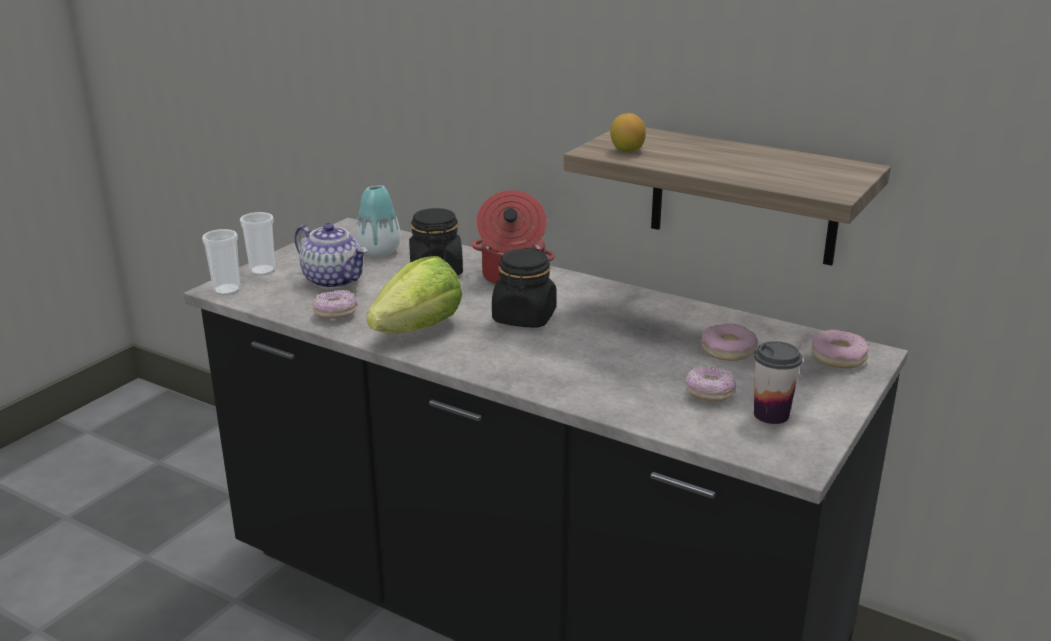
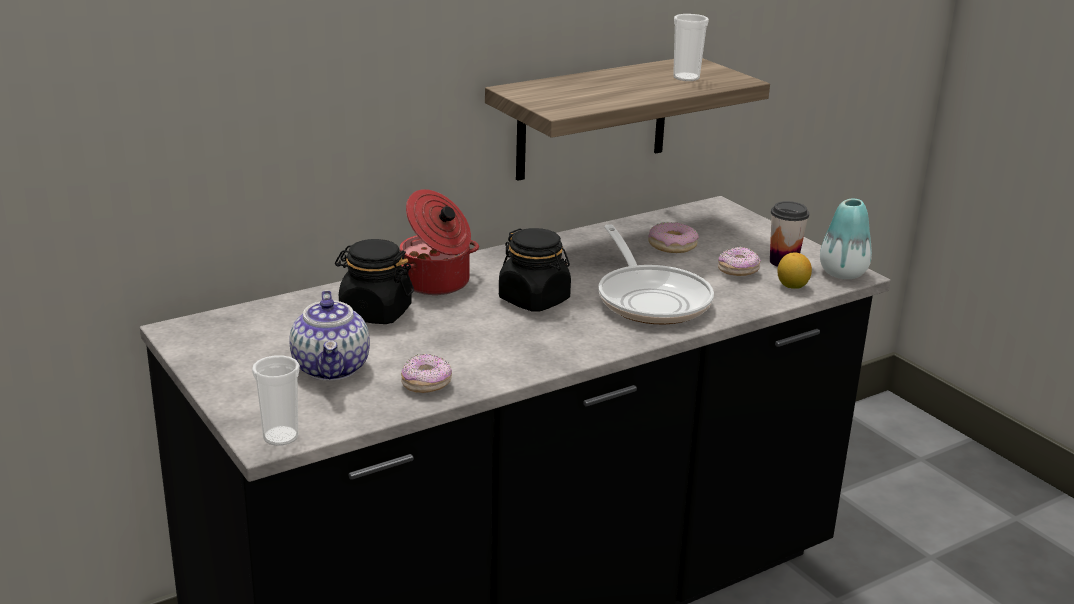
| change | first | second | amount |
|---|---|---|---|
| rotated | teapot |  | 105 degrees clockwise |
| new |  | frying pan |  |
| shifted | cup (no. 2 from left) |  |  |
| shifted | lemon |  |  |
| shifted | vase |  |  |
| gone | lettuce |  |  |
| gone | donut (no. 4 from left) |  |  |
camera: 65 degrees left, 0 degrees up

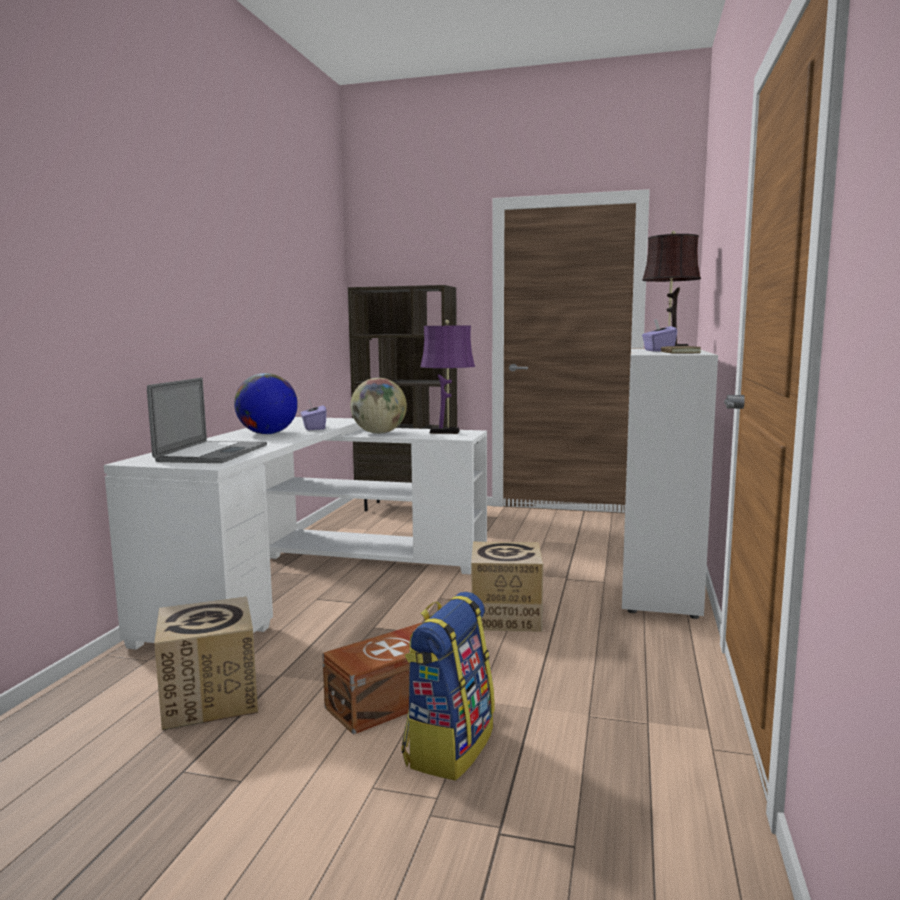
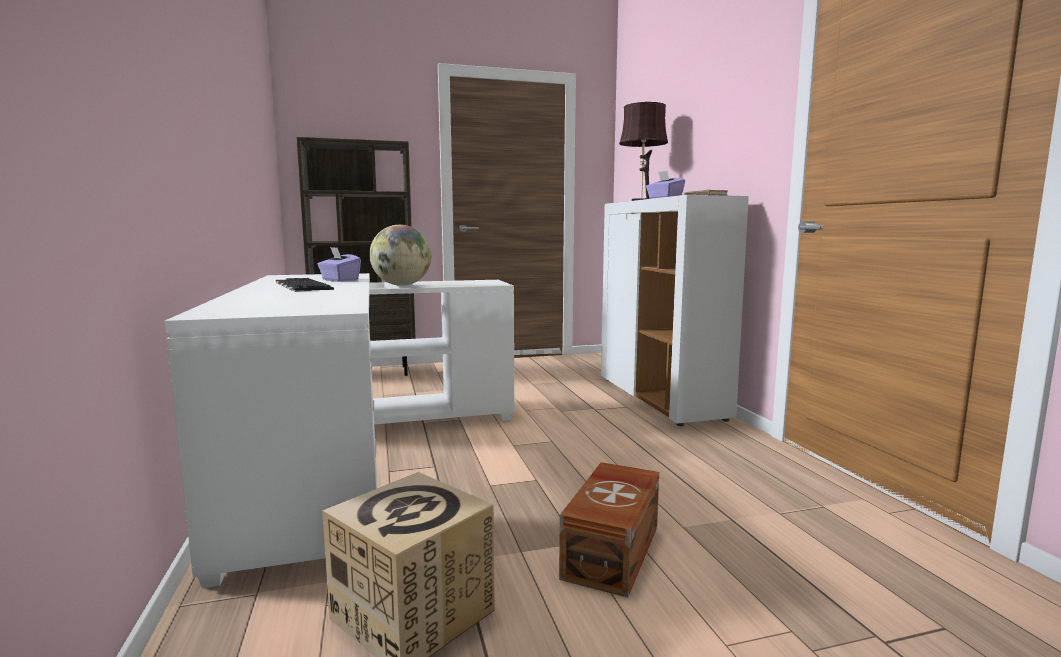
| change | first | second | amount |
|---|---|---|---|
| swapped | globe (no. 1 from left) | keyboard |  |
| gone | laptop |  |  |
| gone | backpack |  |  |
| gone | purple table lamp |  |  |
| gone | cardboard box (no. 2 from left) |  |  |
camera: 30 degrees left, 0 degrees up

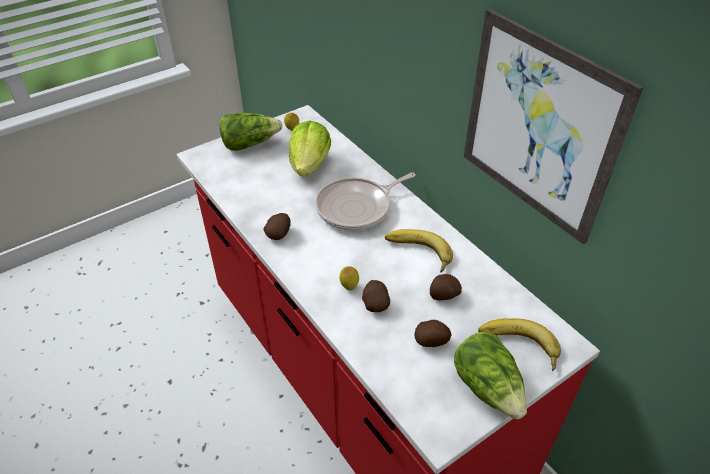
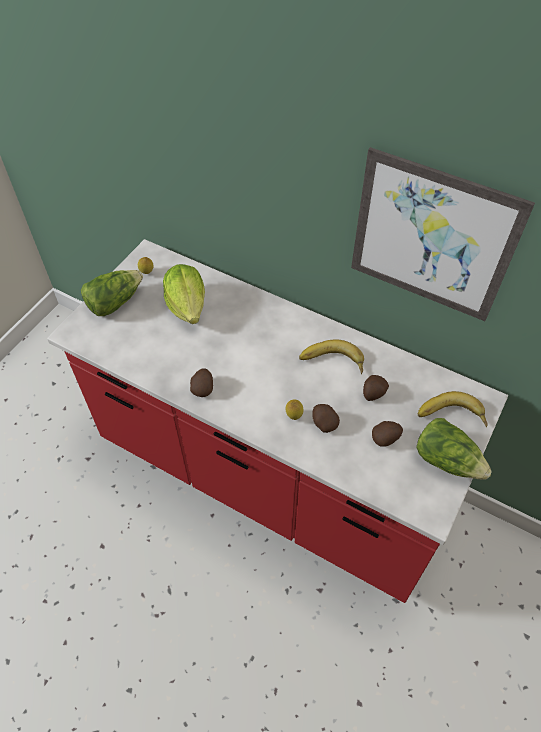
| change | first | second | amount |
|---|---|---|---|
| gone | frying pan |  |  |
camera: 25 degrees left, 10 degrees up

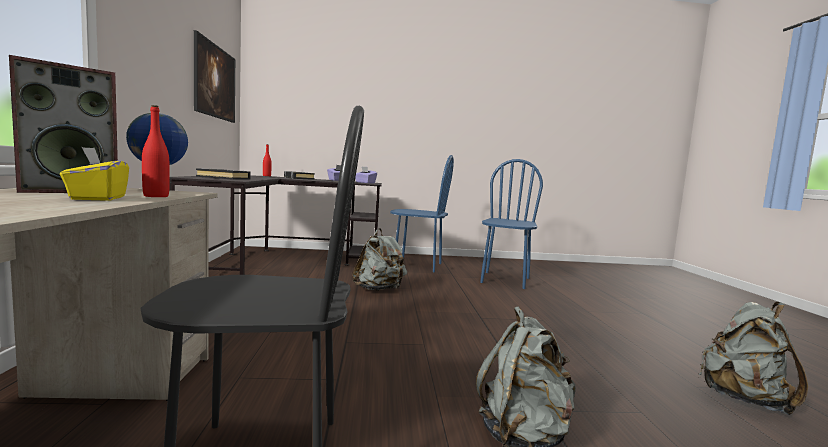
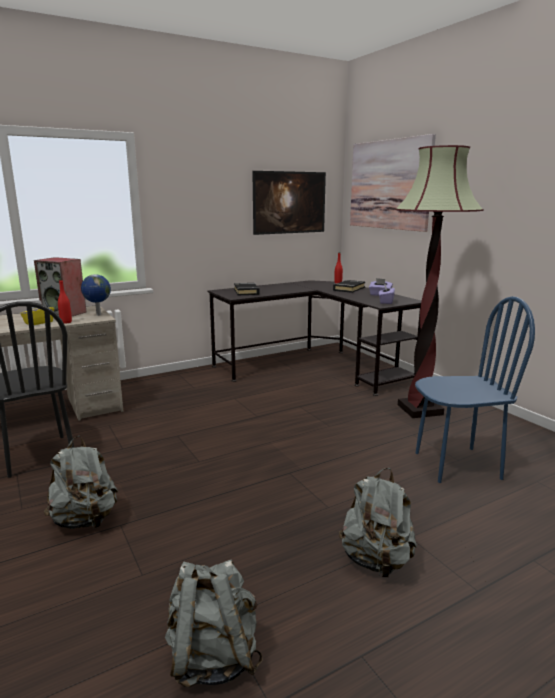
| change | first | second | amount |
|---|---|---|---|
| shifted | grey backpack (no. 1 from left in the first image) | grey backpack (no. 3 from left) |  |
| new |  | picture (no. 2 from left) |  |
| swapped | blue chair (no. 1 from left) | floor lamp |  |
camera: 65 degrees right, 10 degrees up

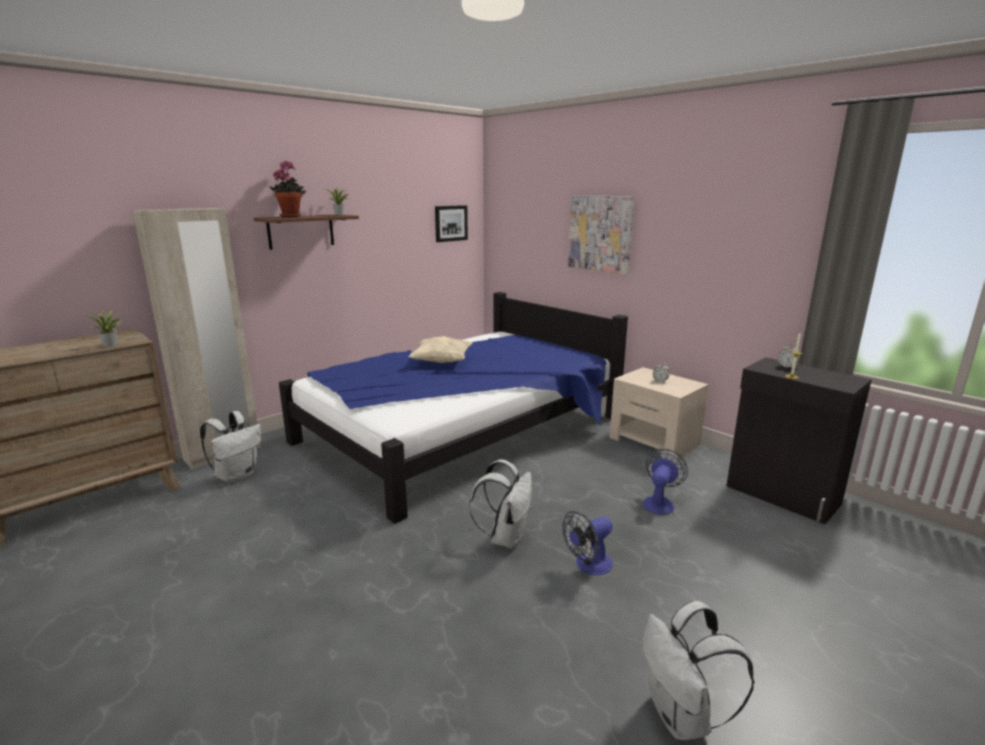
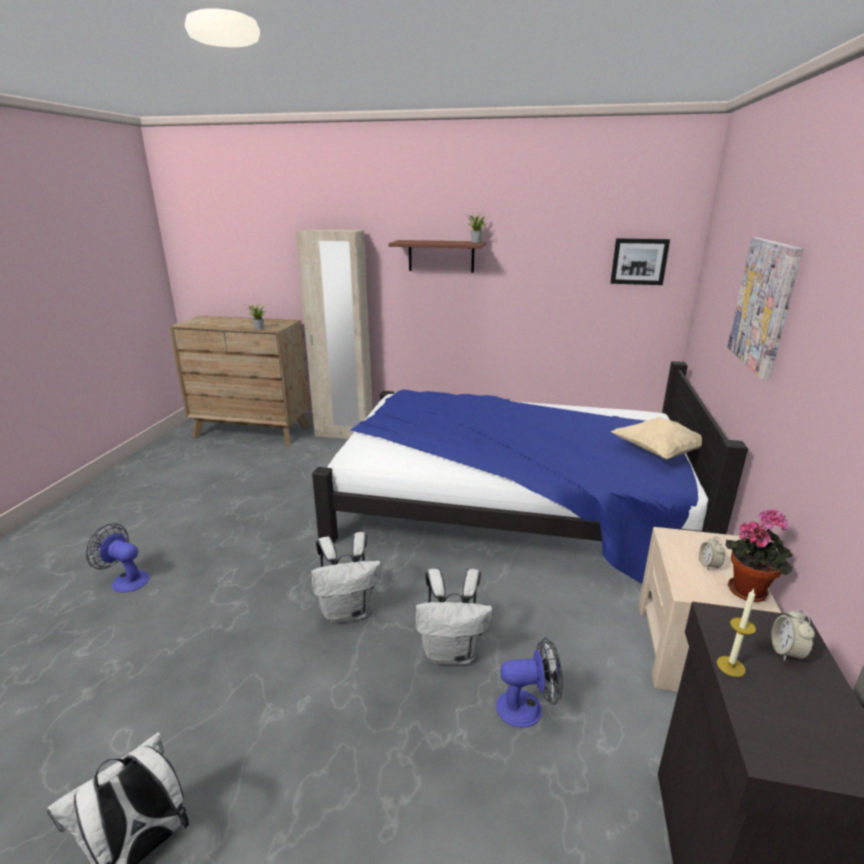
| change | first | second | amount |
|---|---|---|---|
| shifted | fan (no. 1 from left) |  |  |
| shifted | white backpack (no. 1 from left in the first image) | white backpack (no. 3 from left) |  |
| shifted | beige pillow |  |  |
| shifted | potted plant (no. 2 from left in the first image) | potted plant (no. 3 from left) |  |
camera: 55 degrees right, 5 degrees up

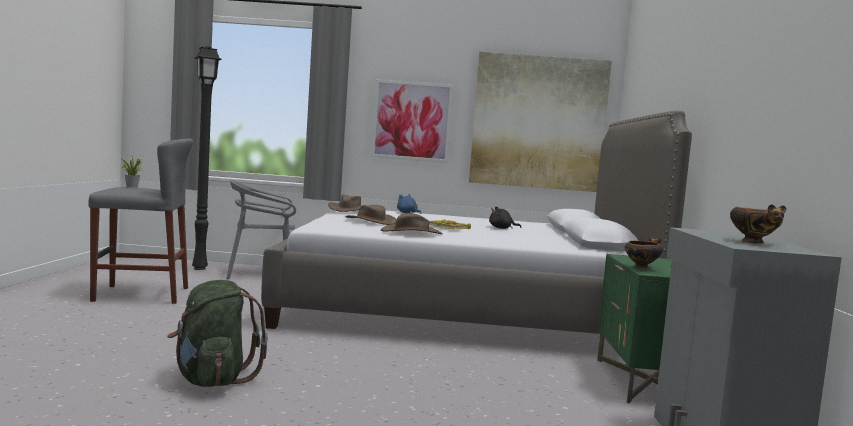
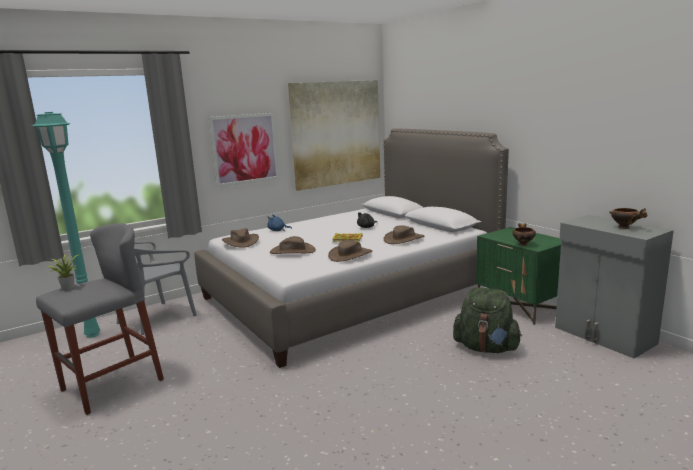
| change | first | second | amount |
|---|---|---|---|
| repainted | black floor lamp | turquoise floor lamp |  |
| new |  | brown hat (no. 4 from left) |  |
| shifted | green backpack |  |  |
camera: 35 degrees left, 10 degrees up

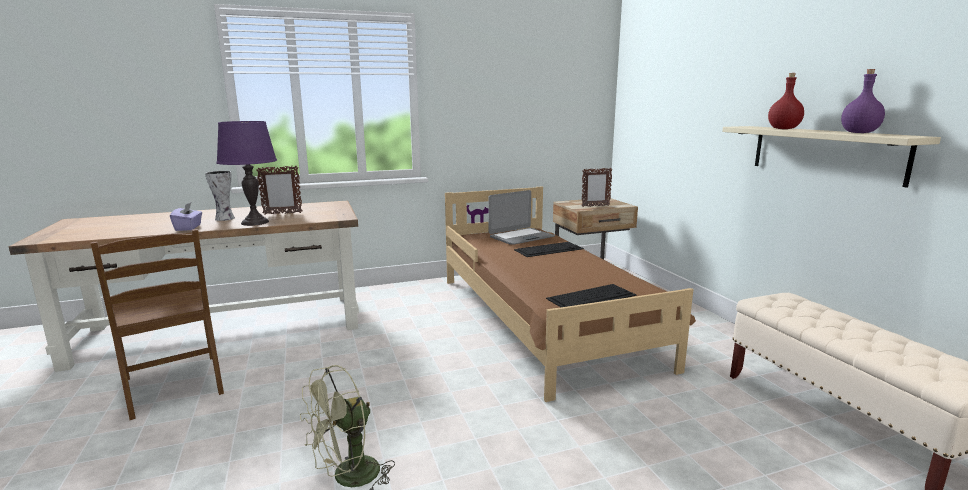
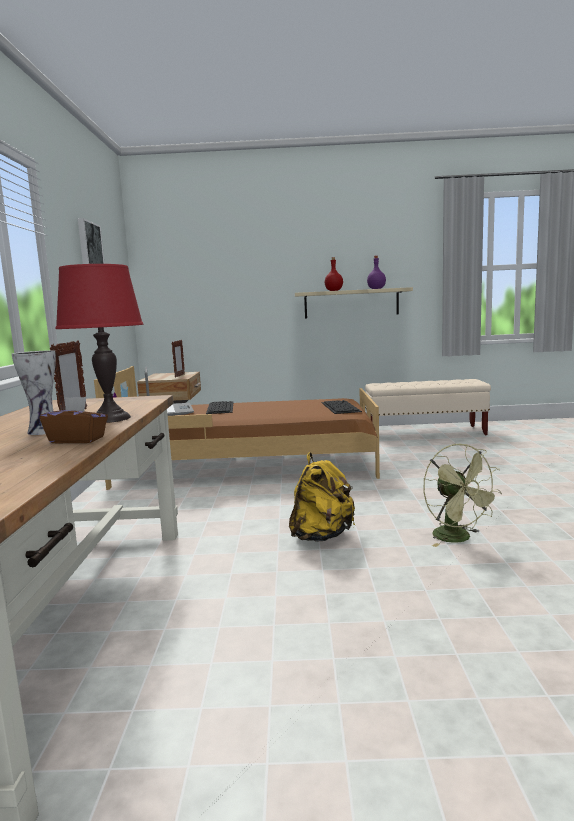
| change | first | second | amount |
|---|---|---|---|
| repainted | purple tissue box | brown tissue box |  |
| repainted | purple table lamp | red table lamp |  |
| new |  | picture |  |
| new |  | yellow backpack |  |
| gone | brown chair |  |  |
camera: 70 degrees left, 5 degrees down

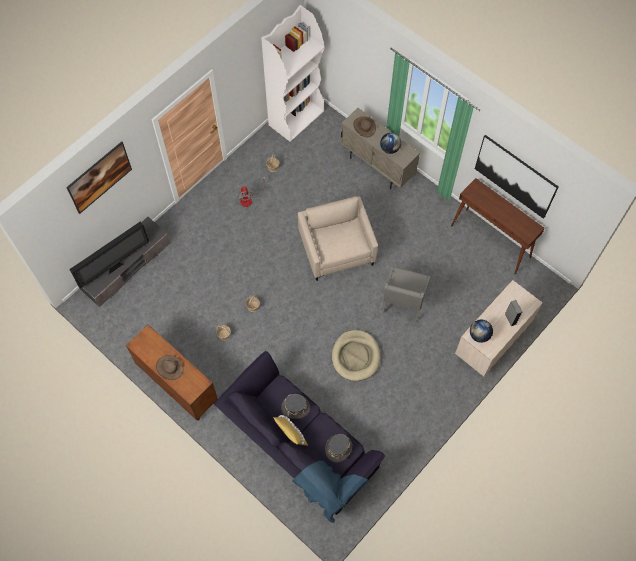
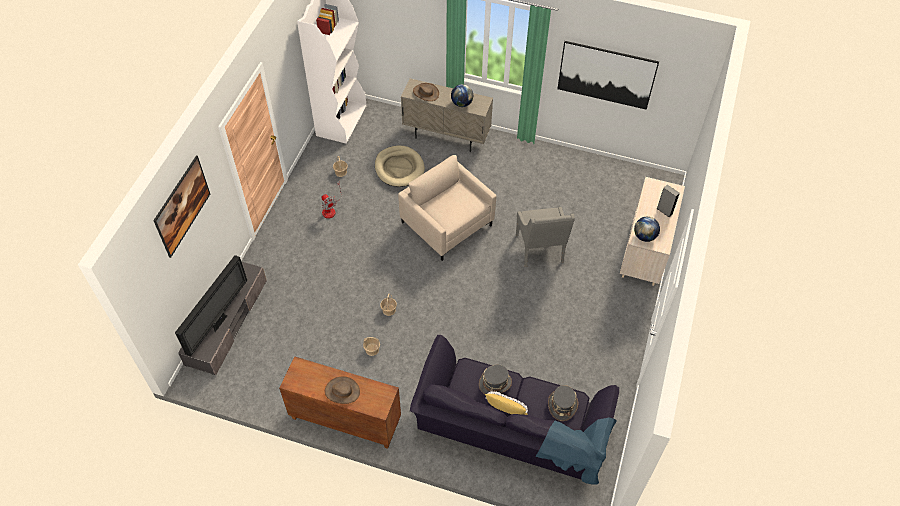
| change | first | second | amount |
|---|---|---|---|
| shifted | beige dog bed |  |  |
| gone | brown console table |  |  |
camera: 25 degrees left, 10 degrees down

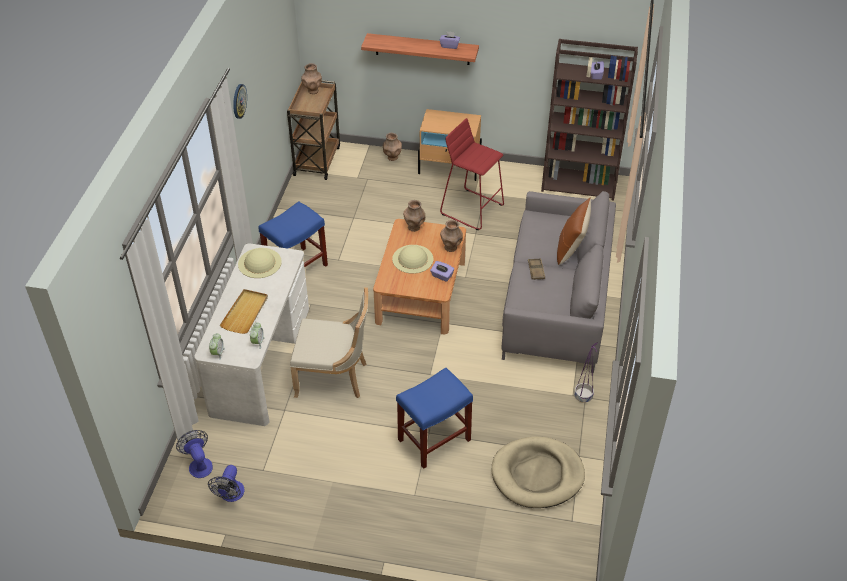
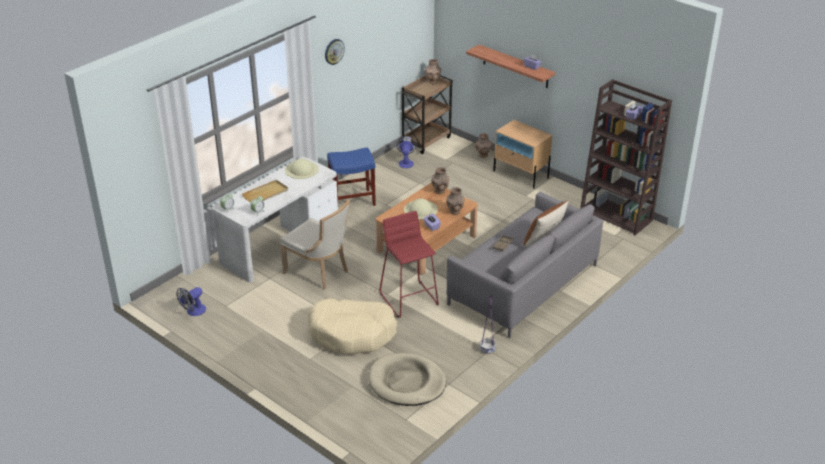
| change | first | second | amount |
|---|---|---|---|
| swapped | blue stool (no. 2 from left) | beige dog bed (no. 1 from left) |  |
| shifted | red stool |  |  |
| shifted | fan (no. 1 from left in the first image) | fan (no. 2 from left) |  |
camera: 30 degrees right, 10 degrees down

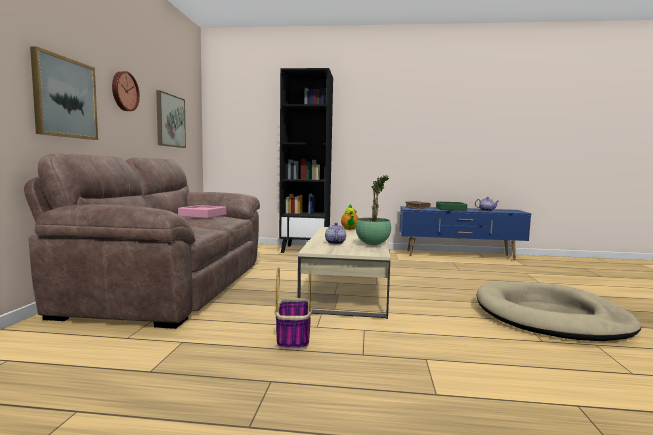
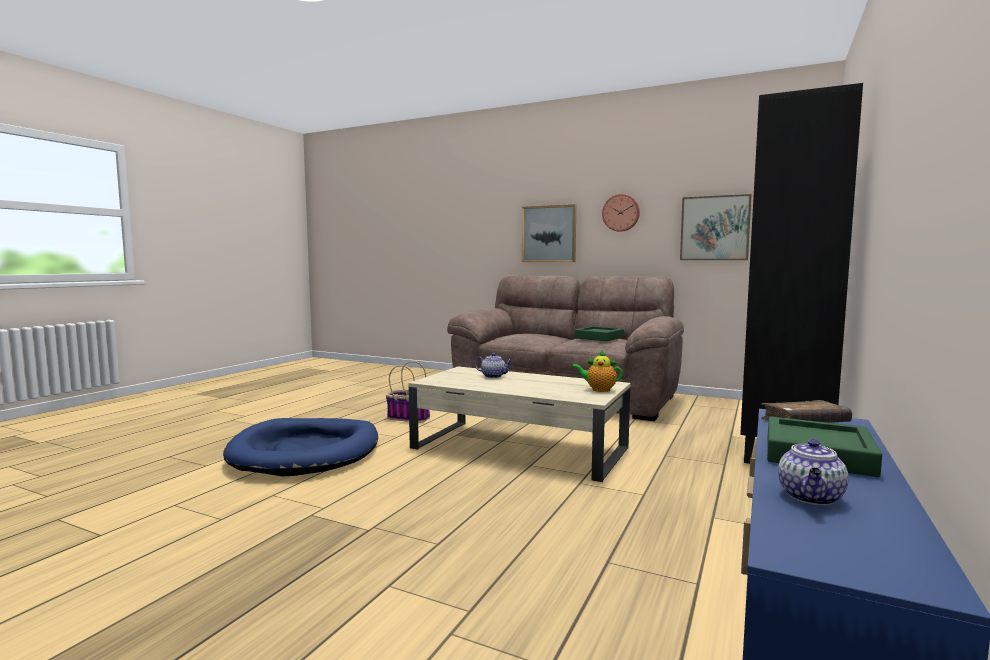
| change | first | second | amount |
|---|---|---|---|
| new |  | blue dog bed |  |
| repainted | pink tray | green tray (no. 1 from left) |  |
| gone | potted plant |  |  |
| gone | beige dog bed |  |  |
camera: 110 degrees right, 0 degrees up

